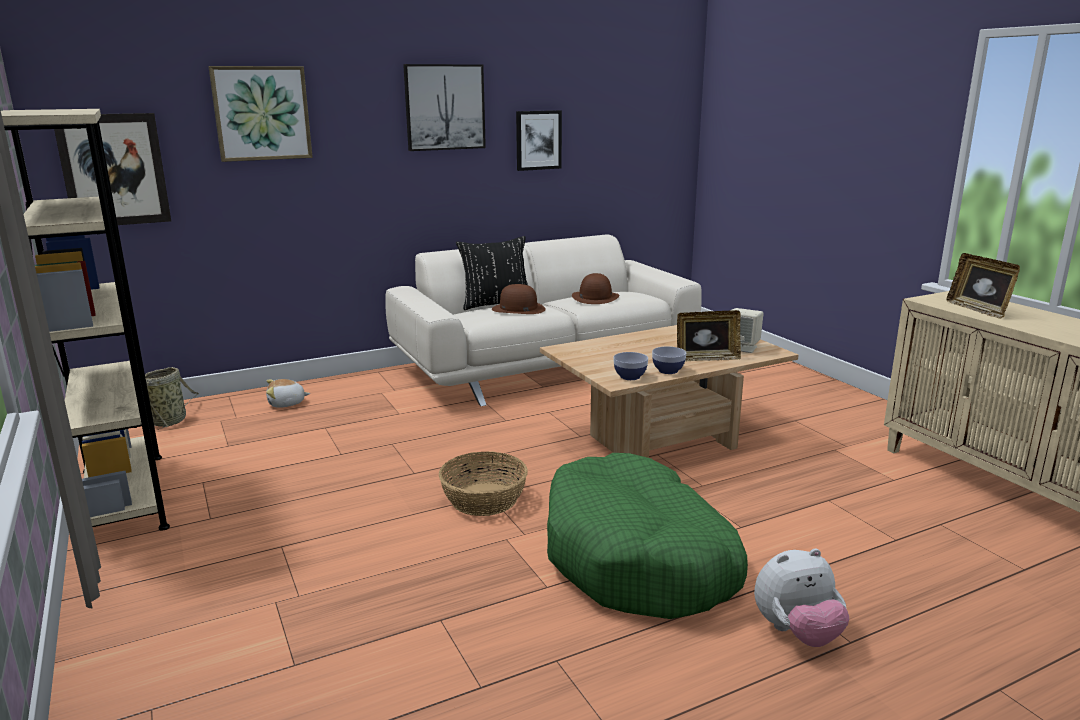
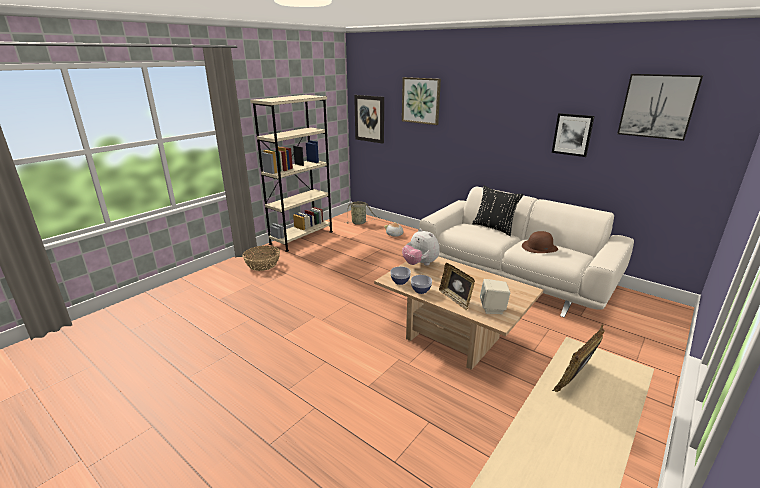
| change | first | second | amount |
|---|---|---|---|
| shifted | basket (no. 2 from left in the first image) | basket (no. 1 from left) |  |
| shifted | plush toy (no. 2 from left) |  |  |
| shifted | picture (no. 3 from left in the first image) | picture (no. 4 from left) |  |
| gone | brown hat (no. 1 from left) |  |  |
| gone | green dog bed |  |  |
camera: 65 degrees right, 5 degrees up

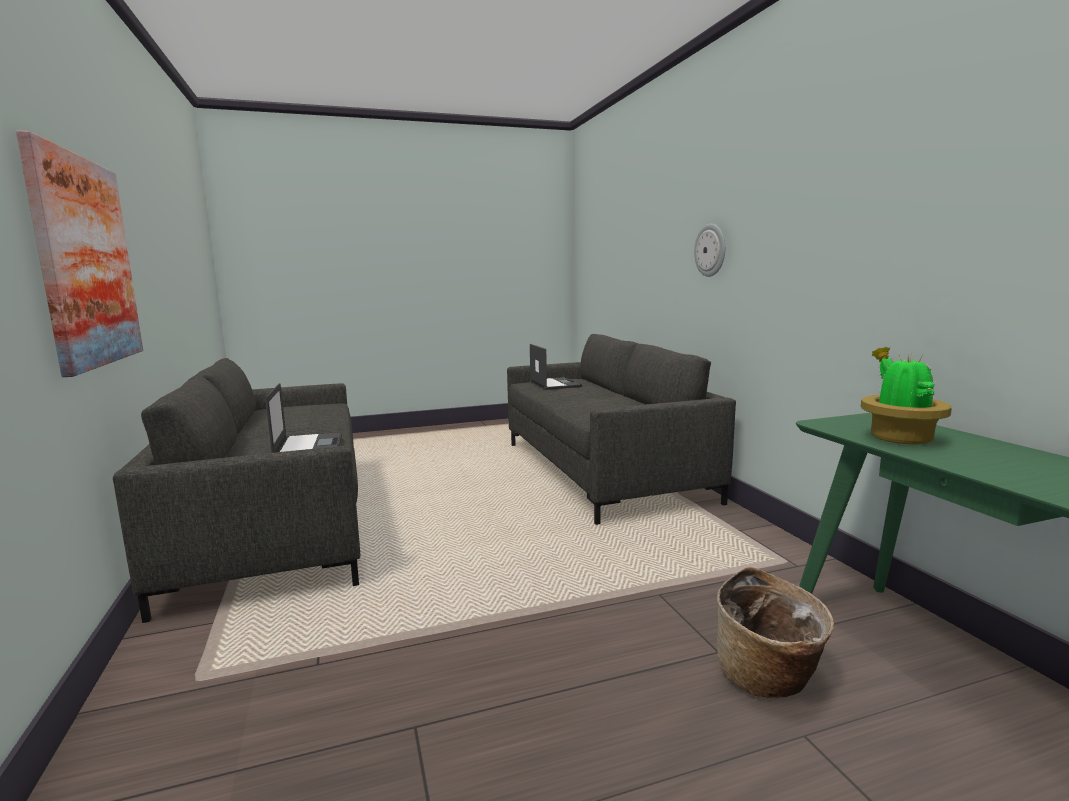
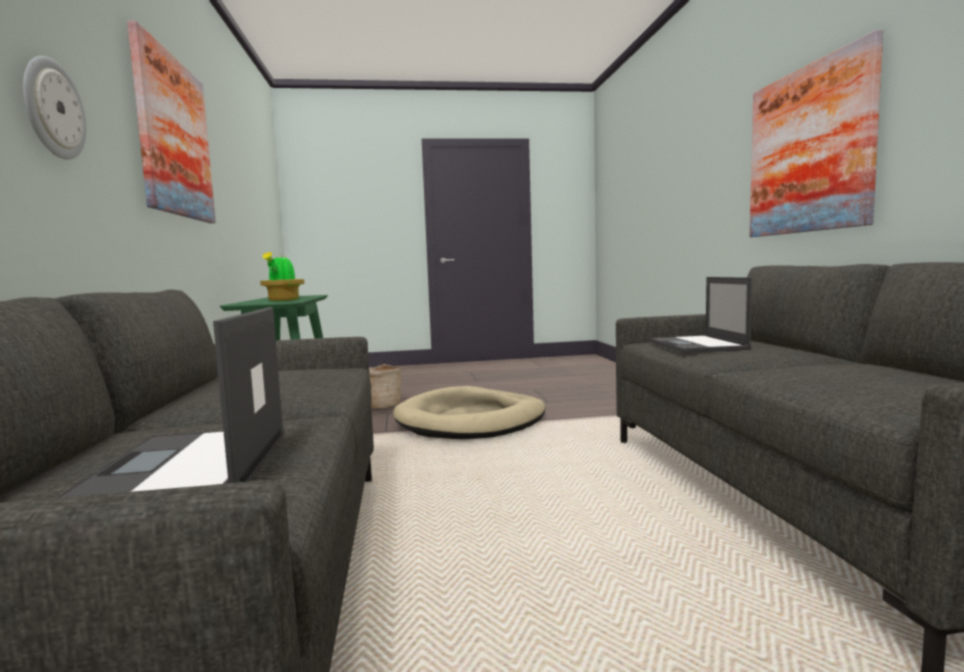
| change | first | second | amount |
|---|---|---|---|
| new |  | picture (no. 1 from left) |  |
| new |  | beige dog bed |  |
camera: 170 degrees left, 5 degrees down

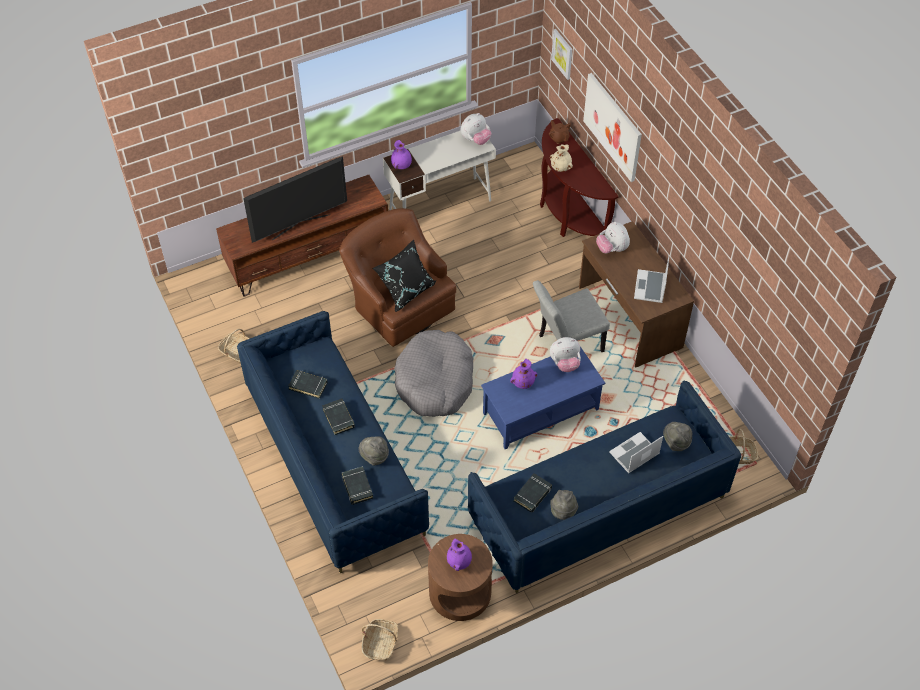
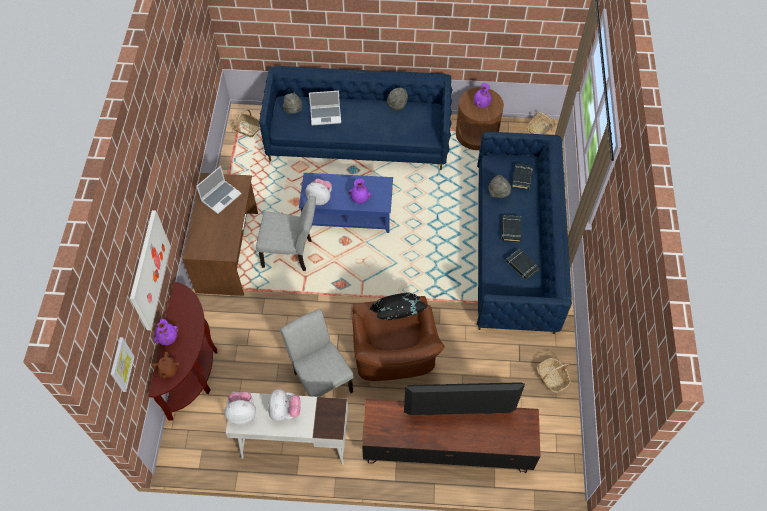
| change | first | second | amount |
|---|---|---|---|
| shifted | purple vase (no. 1 from left) |  |  |
| shifted | plush toy (no. 3 from left in the first image) | plush toy (no. 2 from left) |  |
| new |  | grey chair (no. 2 from left) |  |
| gone | grey dog bed |  |  |
| gone | black book (no. 4 from left) |  |  |
| gone | beige vase |  |  |
camera: 150 degrees left, 5 degrees up

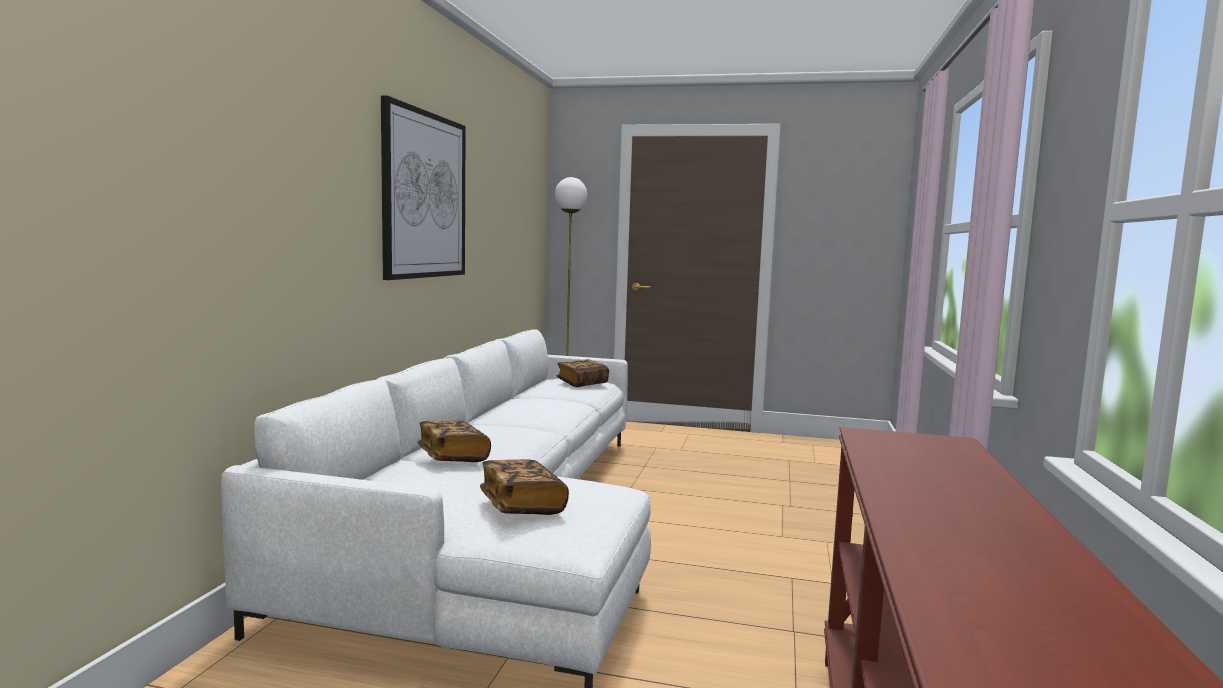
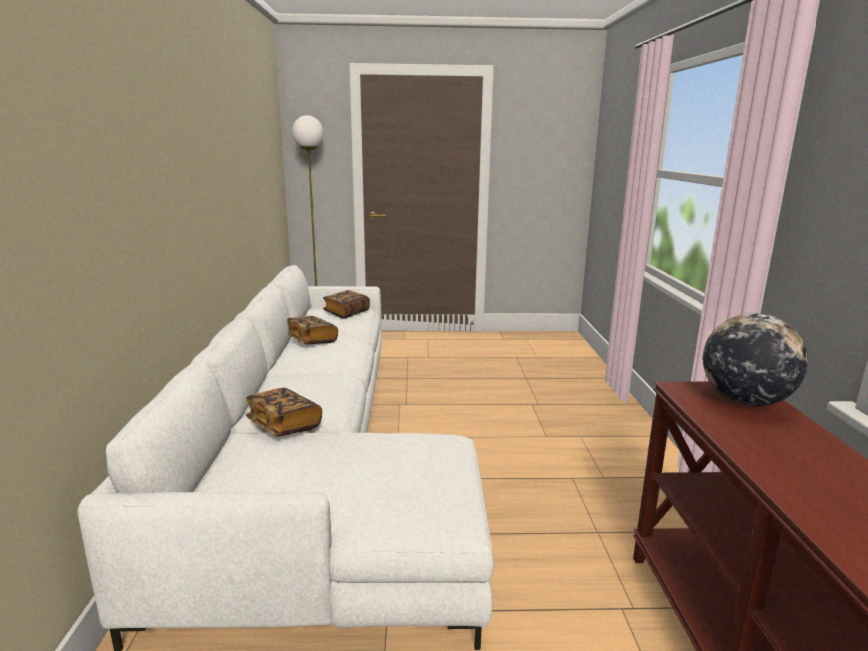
| change | first | second | amount |
|---|---|---|---|
| shifted | book (no. 2 from left) |  |  |
| new |  | globe |  |
| gone | picture |  |  |
camera: 15 degrees left, 10 degrees up

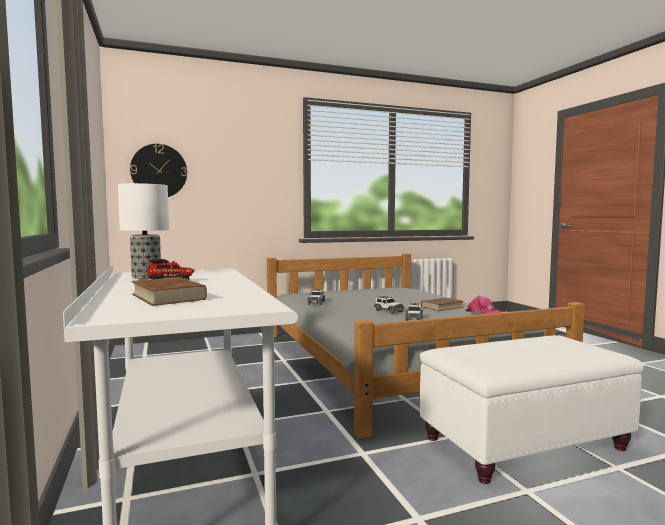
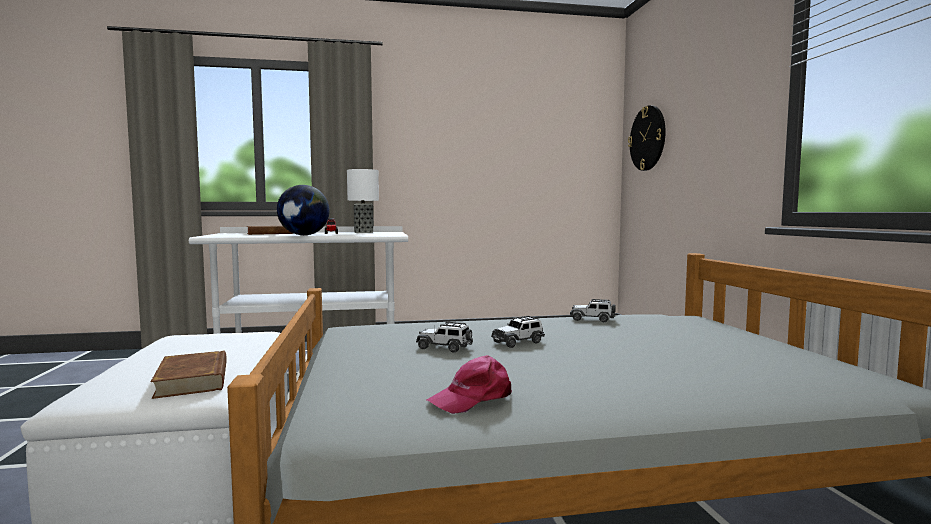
| change | first | second | amount |
|---|---|---|---|
| shifted | brown book (no. 2 from left in the first image) | brown book (no. 1 from left) |  |
| new |  | globe |  |
camera: 100 degrees right, 0 degrees up

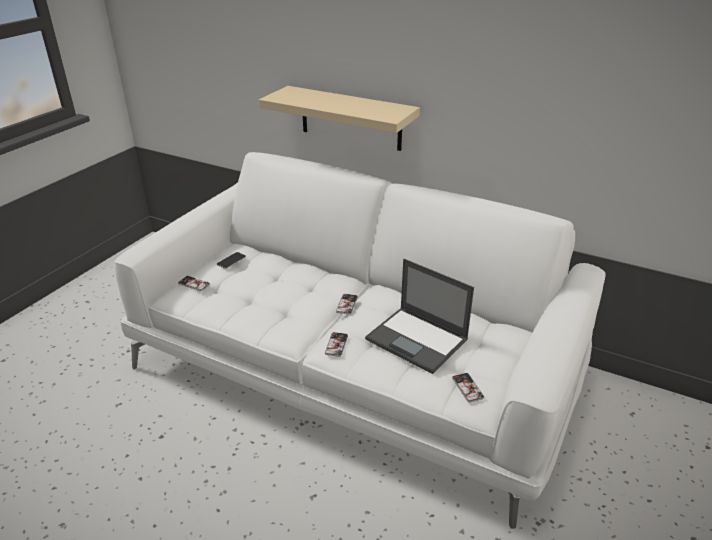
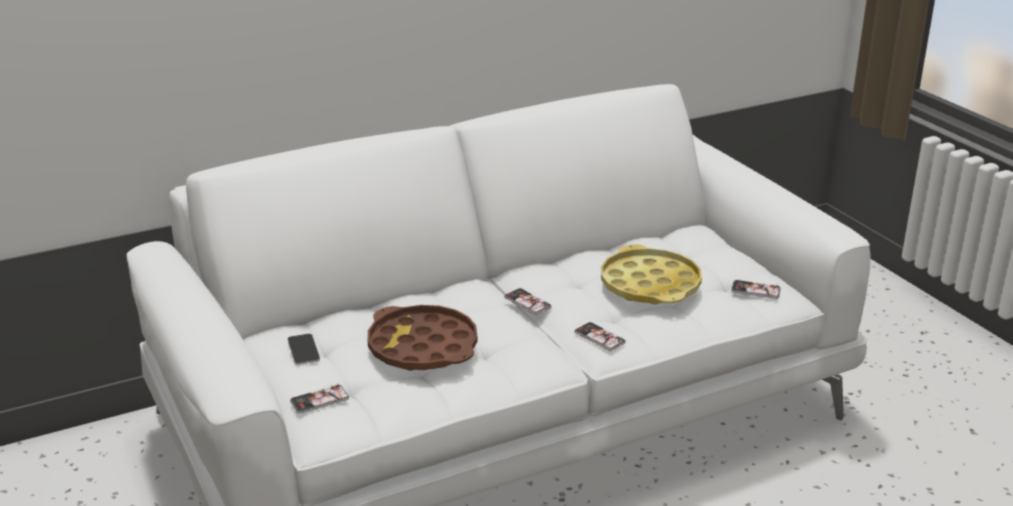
| change | first | second | amount |
|---|---|---|---|
| new |  | brown tray |  |
| swapped | laptop | yellow tray |  |
| gone | beige shelf |  |  |
camera: 55 degrees left, 5 degrees down

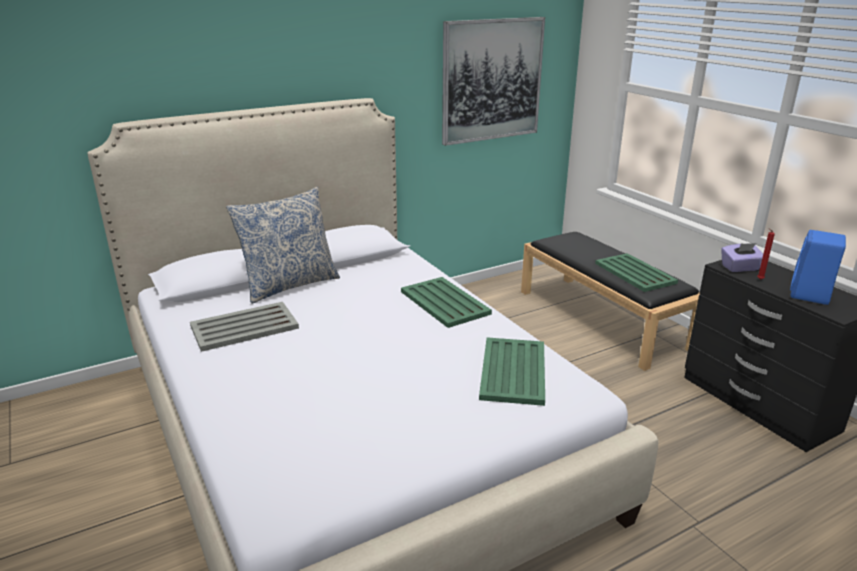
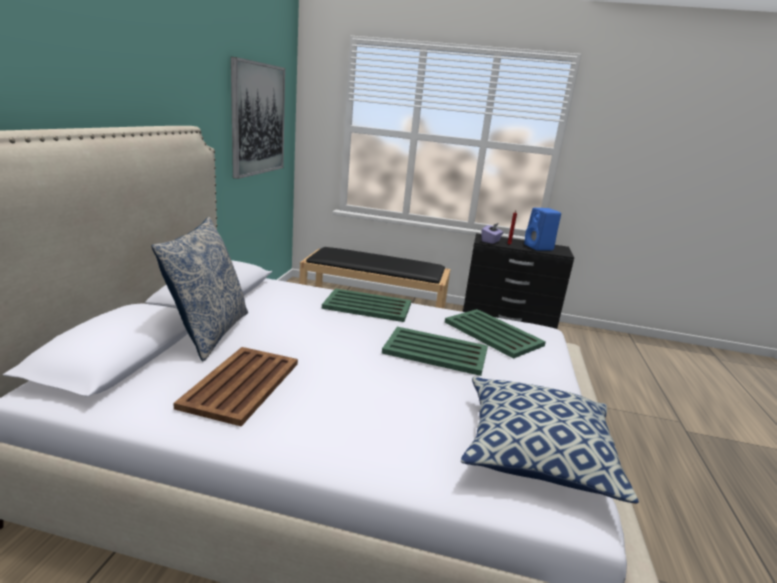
| change | first | second | amount |
|---|---|---|---|
| repainted | grey tray | brown tray |  |
| shifted | green tray (no. 3 from left in the first image) | green tray (no. 2 from left) |  |
| new |  | pillow (no. 2 from left) |  |
camera: 50 degrees left, 5 degrees down

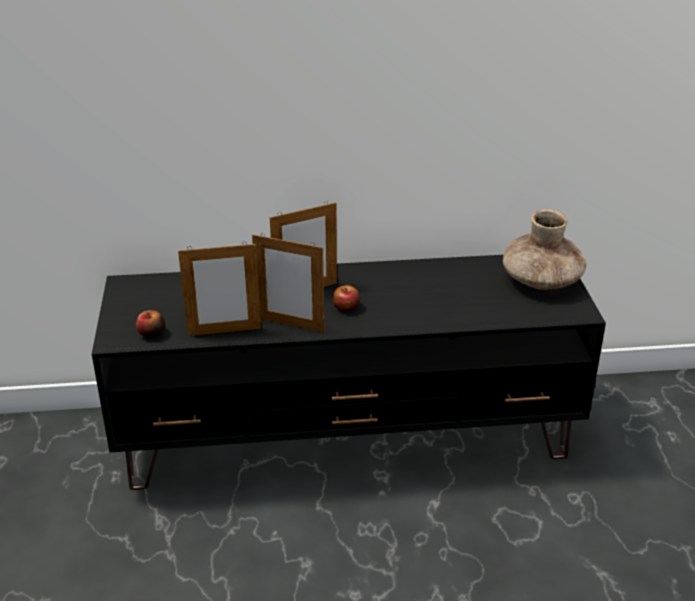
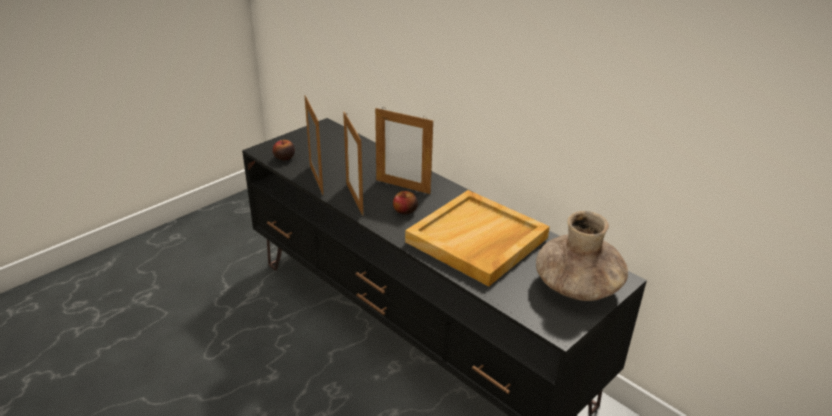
| change | first | second | amount |
|---|---|---|---|
| rotated | picture frame (no. 1 from left) |  | 150 degrees counterclockwise |
| new |  | beige tray |  |
camera: 50 degrees right, 0 degrees up

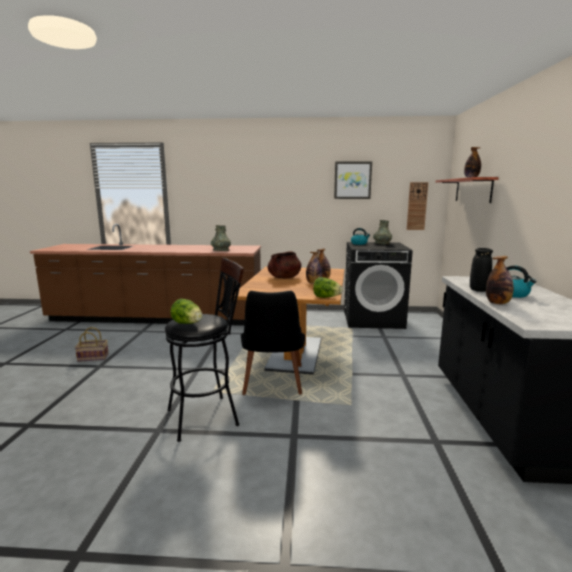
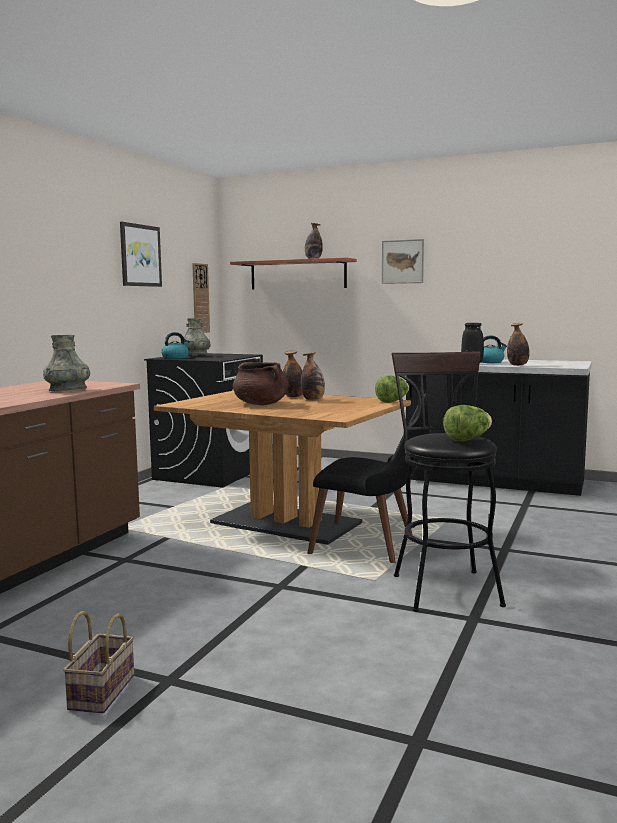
| change | first | second | amount |
|---|---|---|---|
| new |  | picture (no. 2 from left) |  |
camera: 70 degrees left, 5 degrees down

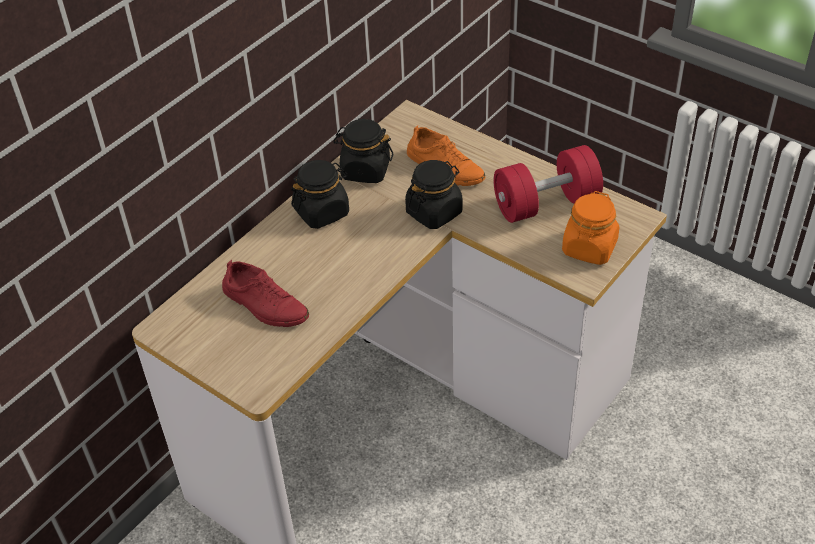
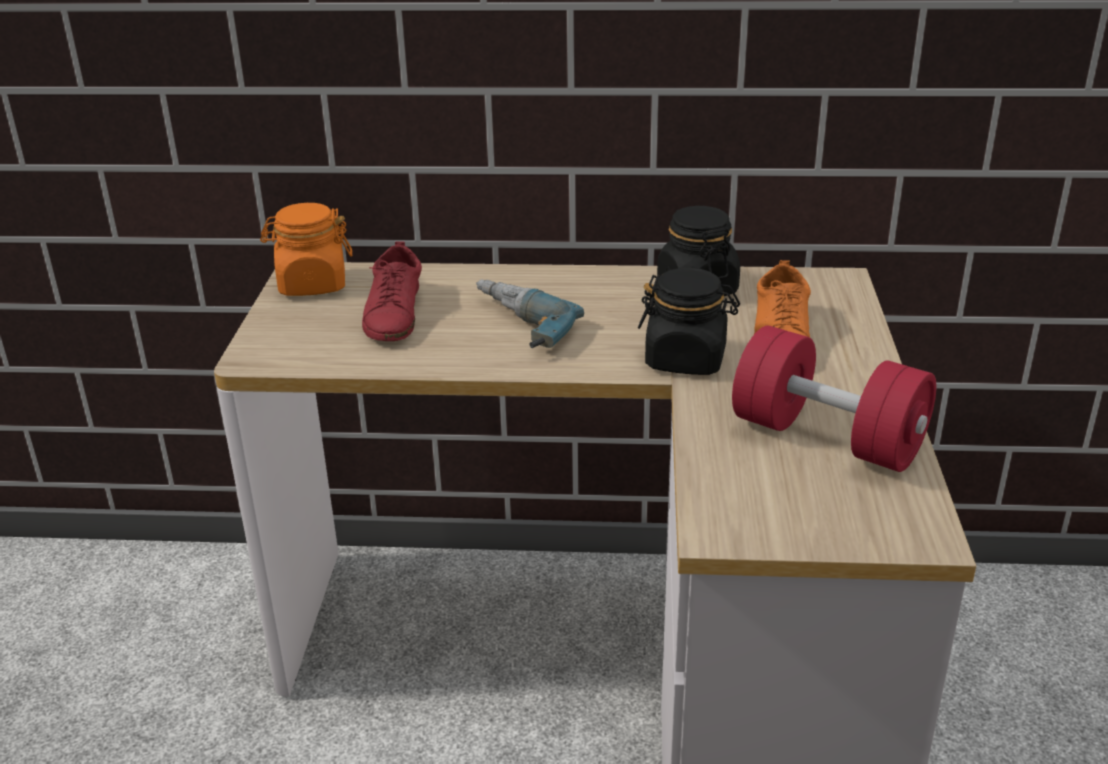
| change | first | second | amount |
|---|---|---|---|
| shifted | orange jar |  |  |
| new |  | power drill |  |
| gone | black jar (no. 1 from left) |  |  |
camera: 55 degrees right, 15 degrees down

